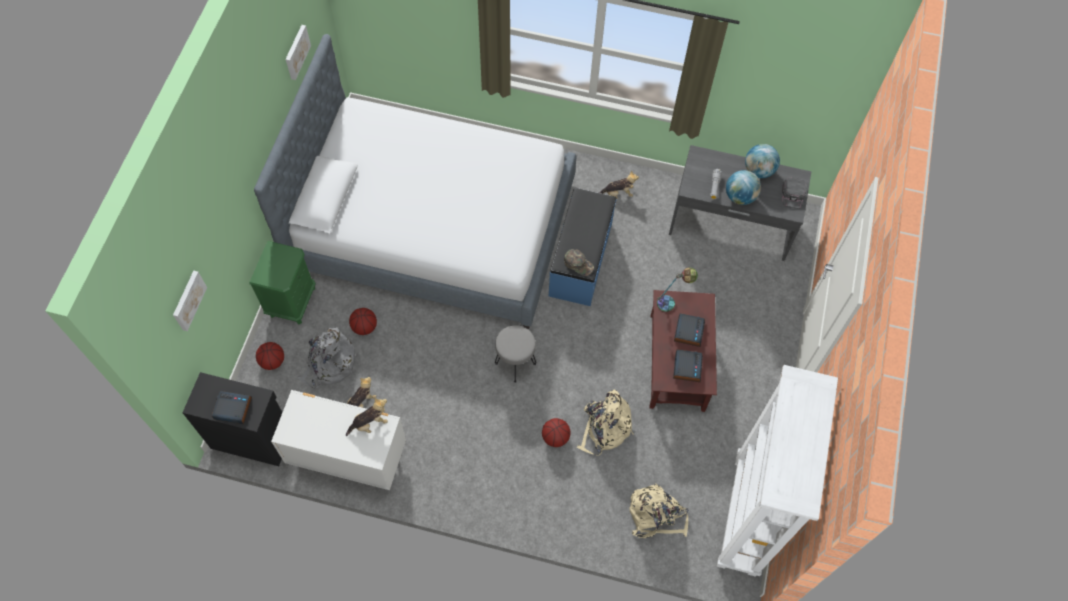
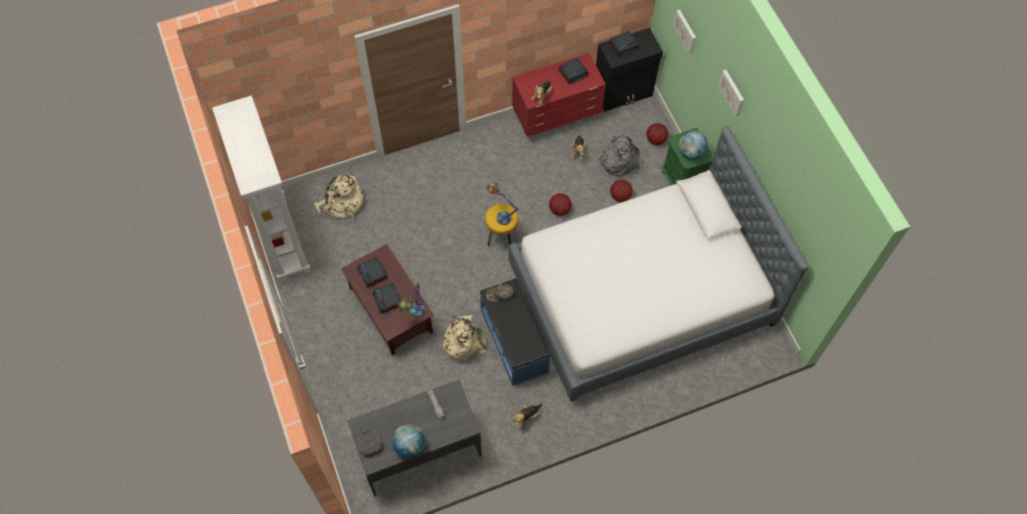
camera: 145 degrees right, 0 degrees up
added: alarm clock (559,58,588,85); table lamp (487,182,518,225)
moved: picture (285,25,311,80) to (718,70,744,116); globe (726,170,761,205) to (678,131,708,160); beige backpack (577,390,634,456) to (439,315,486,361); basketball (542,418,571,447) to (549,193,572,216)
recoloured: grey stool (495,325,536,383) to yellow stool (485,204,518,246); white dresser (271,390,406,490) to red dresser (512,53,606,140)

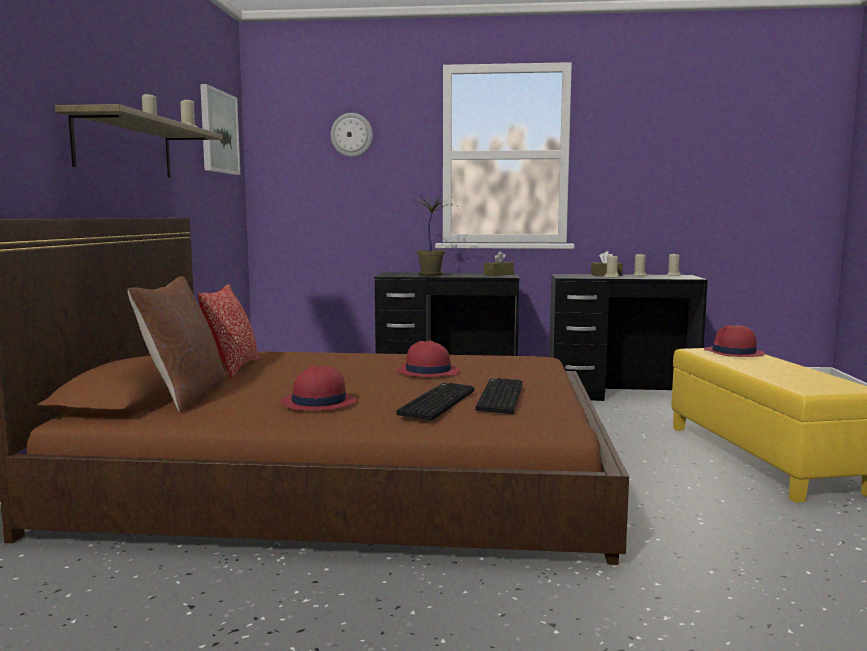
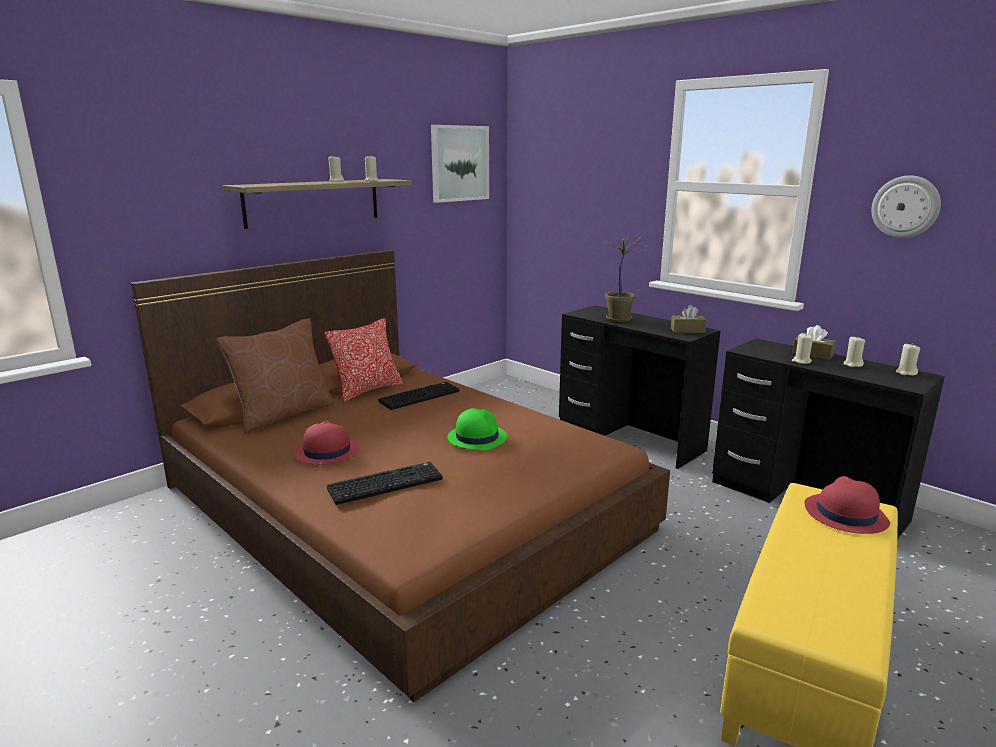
camera: 40 degrees right, 10 degrees up
moved: wall clock (331,113,373,157) to (872,175,941,238); keyboard (475,378,523,414) to (378,382,459,410)
recoloured: red hat (397,340,460,377) to green hat (447,408,507,451)

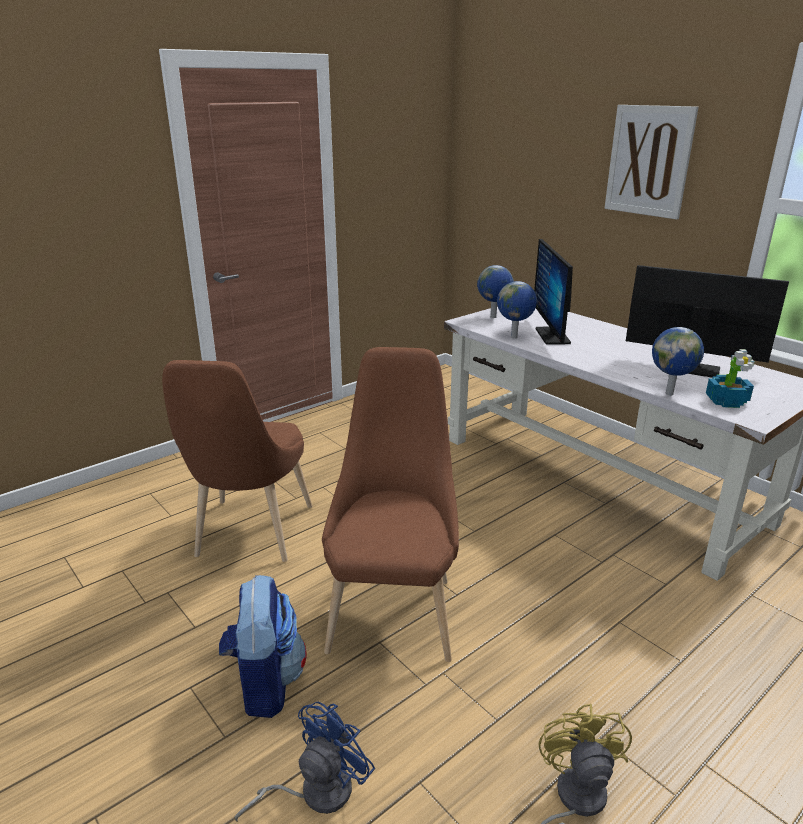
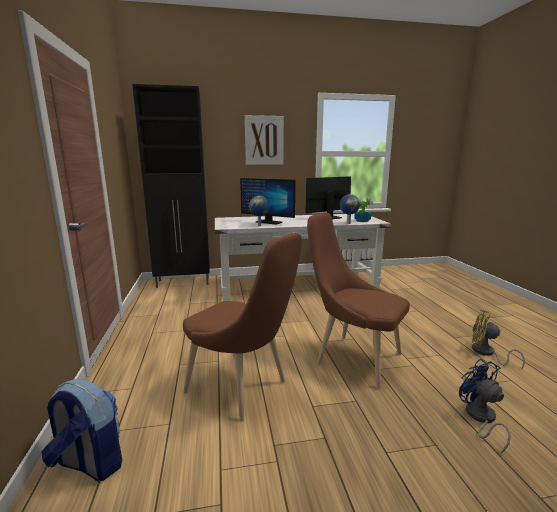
camera: 60 degrees left, 10 degrees down
removed: globe (477,265,514,318)
added: black cabinet (132,84,210,288)
moved: backpack (219,575,307,718) to (41,379,122,482)

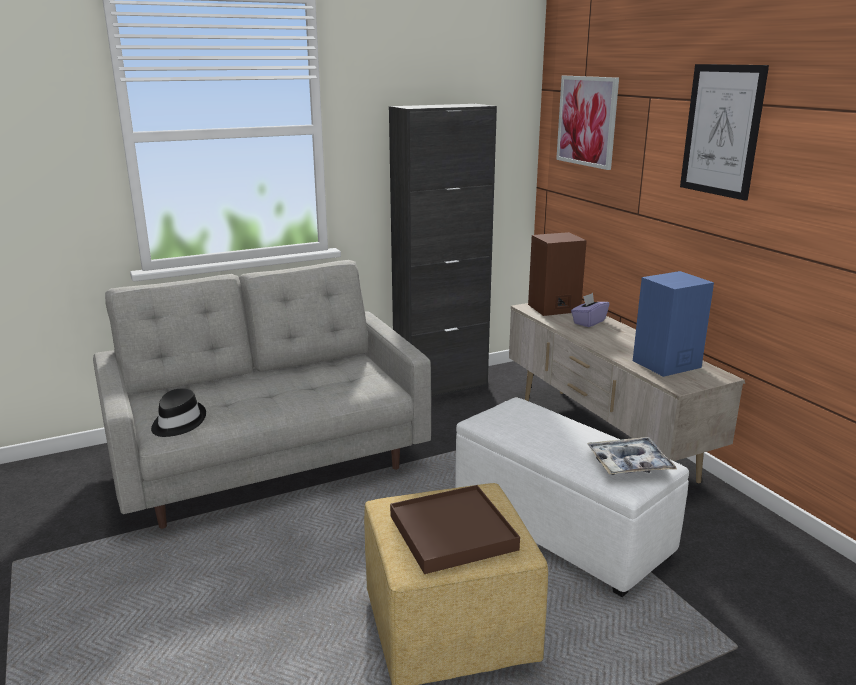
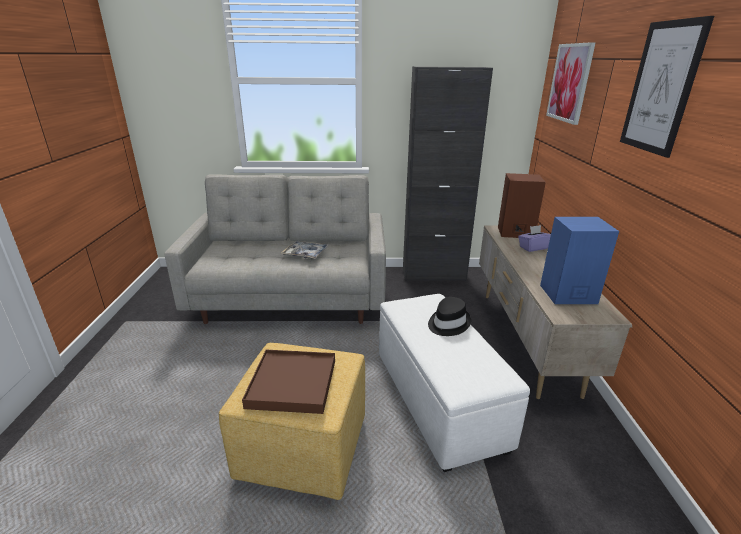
camera: 25 degrees right, 5 degrees up
moved: black hat (151,388,206,437) to (428,297,471,336); tray (587,437,677,475) to (281,241,329,259)

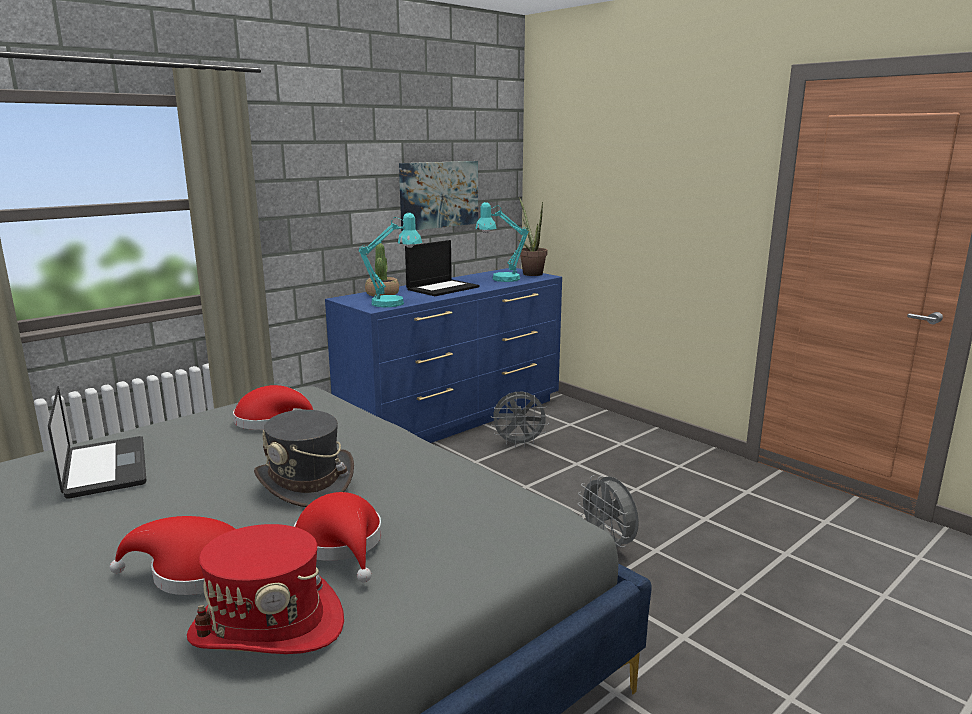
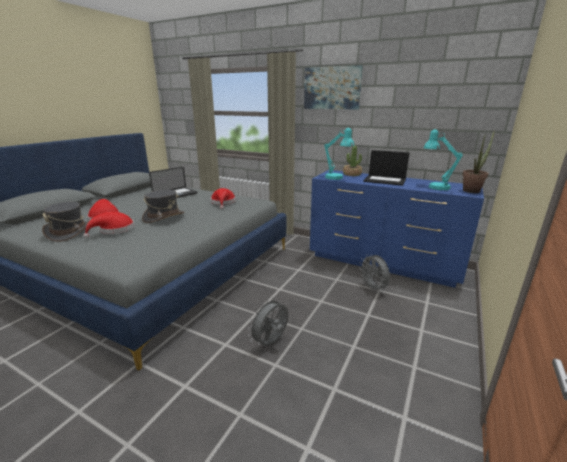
camera: 70 degrees right, 5 degrees up
moved: picture (399,161,478,231) to (304,65,363,110)
recoloured: red hat (187,524,344,654) to grey hat (42,202,89,242)

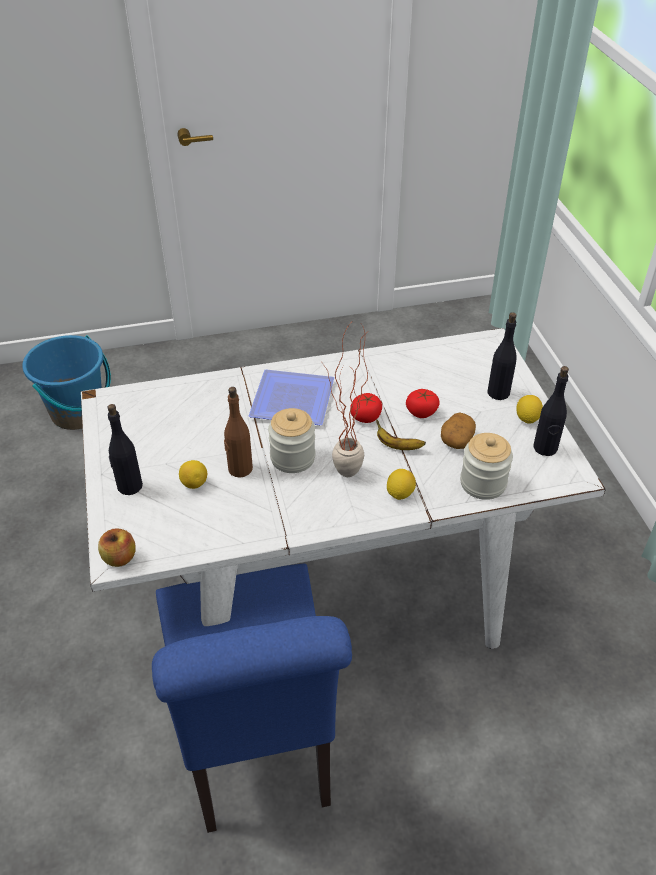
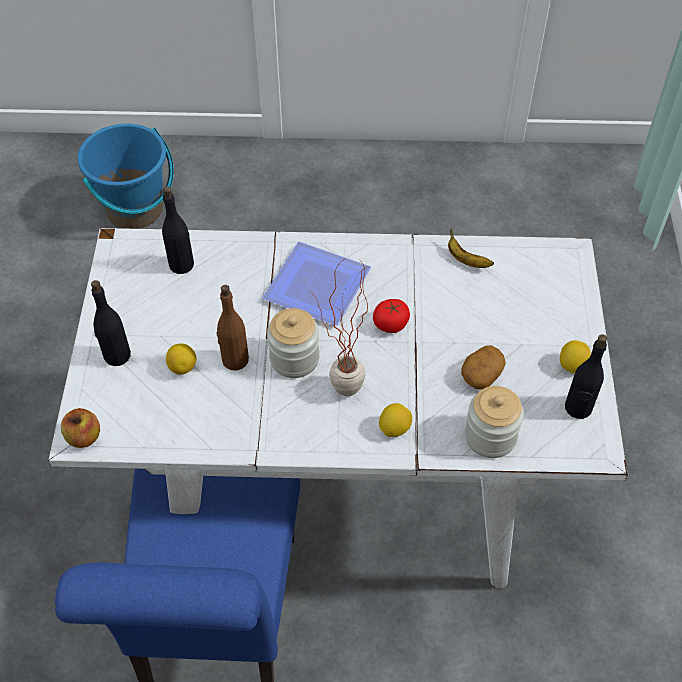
camera: 15 degrees right, 10 degrees up
removed: tomato (406,389,440,418)
moved: black bottle (487,312,517,400) to (162,186,194,274); banana (376,419,426,450) to (448,228,494,268)

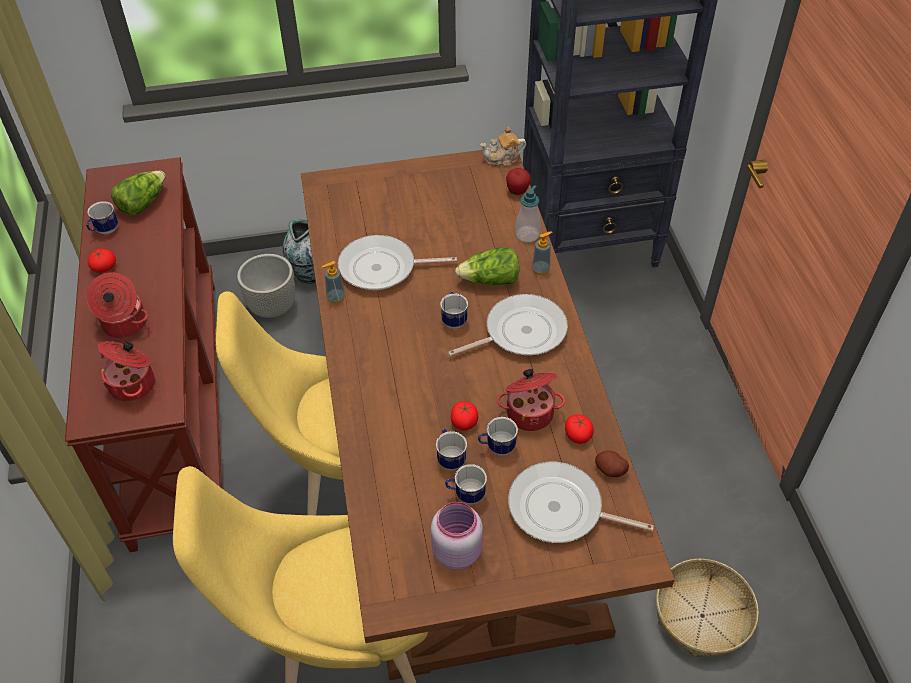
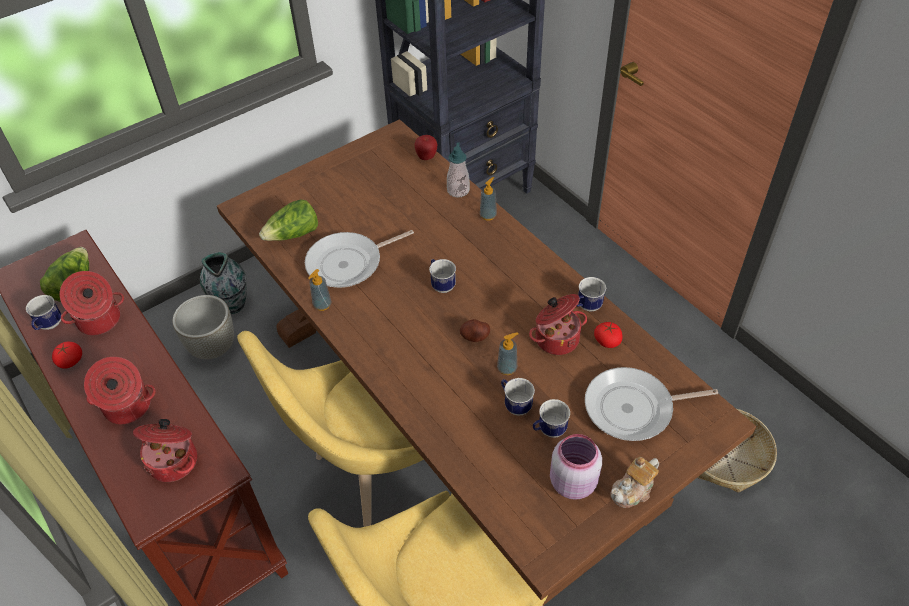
camera: 25 degrees left, 0 degrees up
removed: frying pan (448,294,568,356)
added: cooking pot (60,271,124,335)
moved: teapot (480,126,526,166) to (610,456,659,508); lettuce (455,247,519,285) to (259,199,318,241); mug (478,417,518,455) to (577,277,606,311); potato (595,451,629,477) to (459,319,490,342)
replaced: tomato (451,401,478,430) to soap dispenser (497,333,518,375)

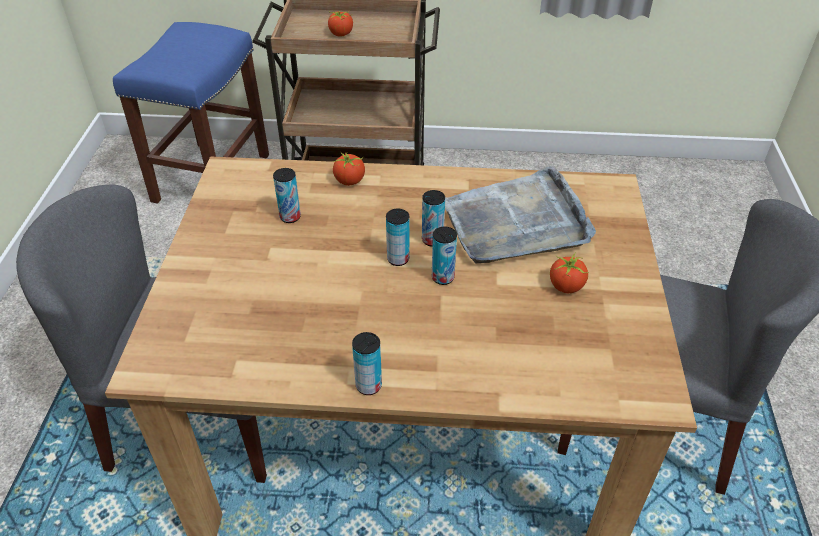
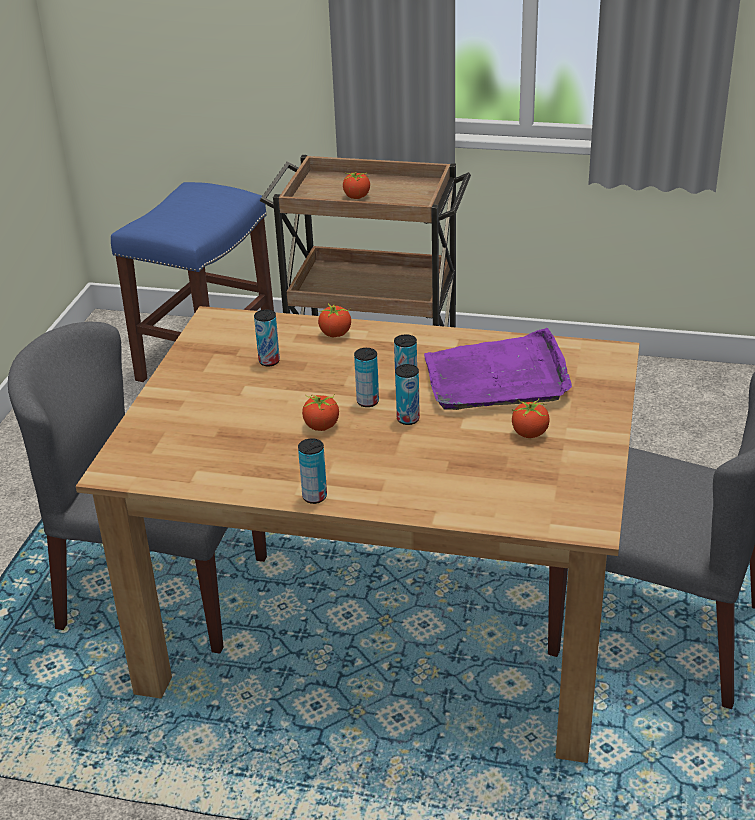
camera: 10 degrees right, 10 degrees down
added: tomato (302,394,339,431)
recoloured: grey tray (445,166,596,264) to purple tray (424,328,572,410)

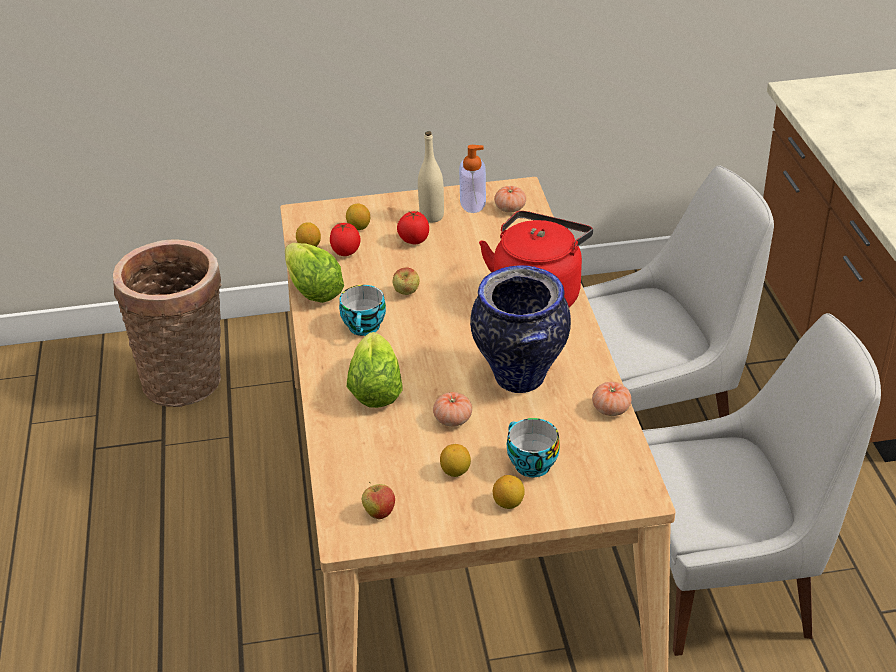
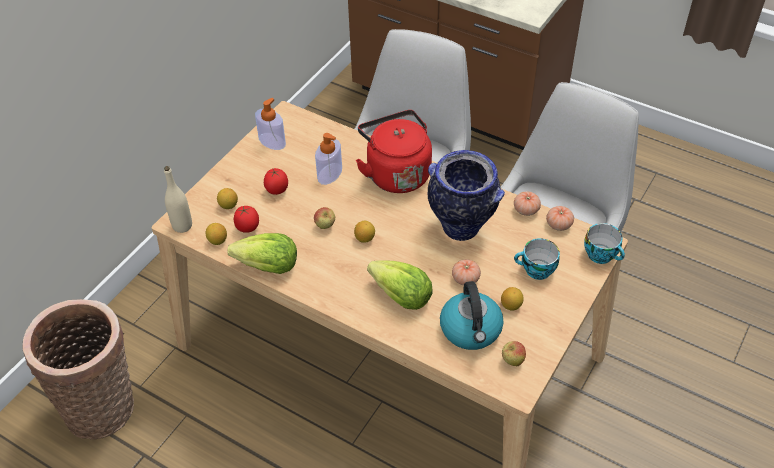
camera: 50 degrees left, 10 degrees up
added: soap dispenser (315,133,342,185); kettle (440,281,504,350)
moved: beige bottle (418,131,444,223) to (164,166,192,233); tomato (494,186,526,213) to (546,206,574,231); cup (339,285,386,336) to (584,223,625,264); lemon (493,475,525,509) to (354,221,375,243)

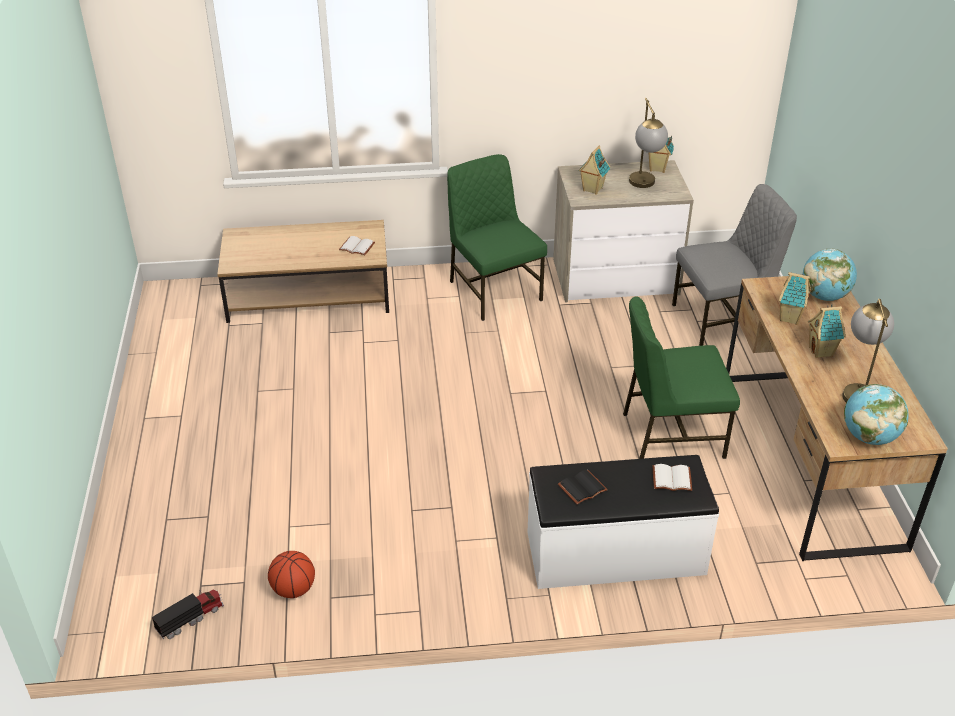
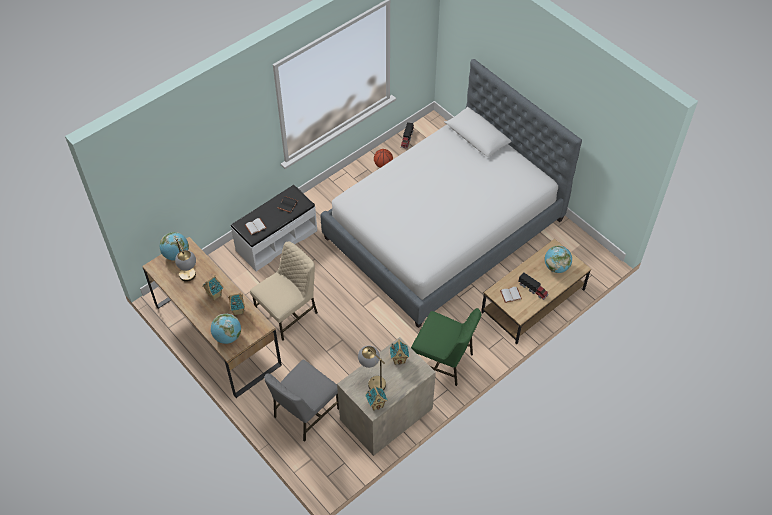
camera: 145 degrees right, 15 degrees up
added: bed (320,59,582,328); globe (545,246,572,273); toy truck (518,272,549,300)
recoloured: green chair (623,296,740,459) to beige chair (250,242,318,341)

